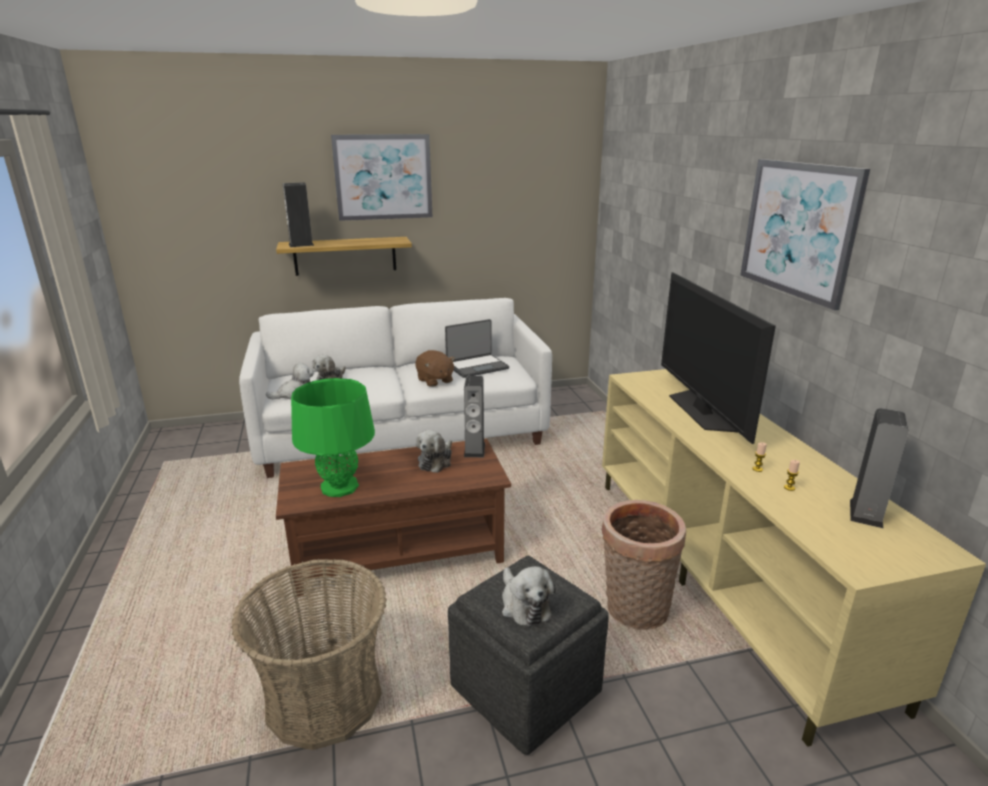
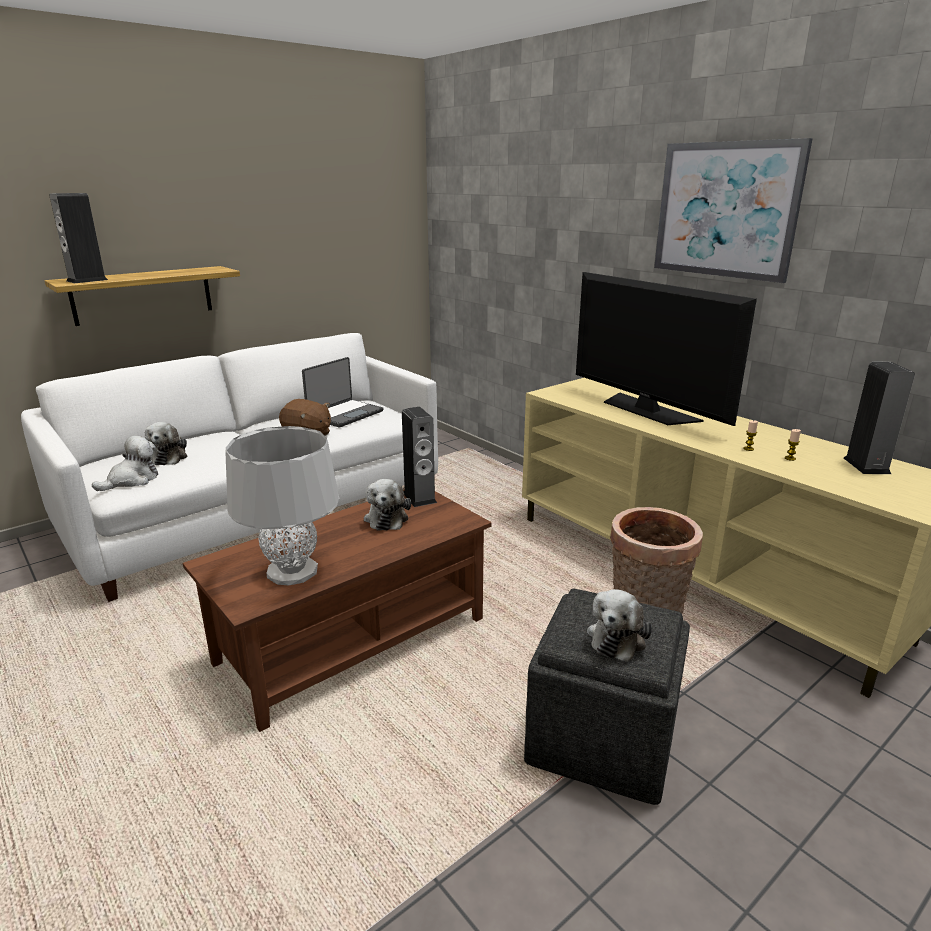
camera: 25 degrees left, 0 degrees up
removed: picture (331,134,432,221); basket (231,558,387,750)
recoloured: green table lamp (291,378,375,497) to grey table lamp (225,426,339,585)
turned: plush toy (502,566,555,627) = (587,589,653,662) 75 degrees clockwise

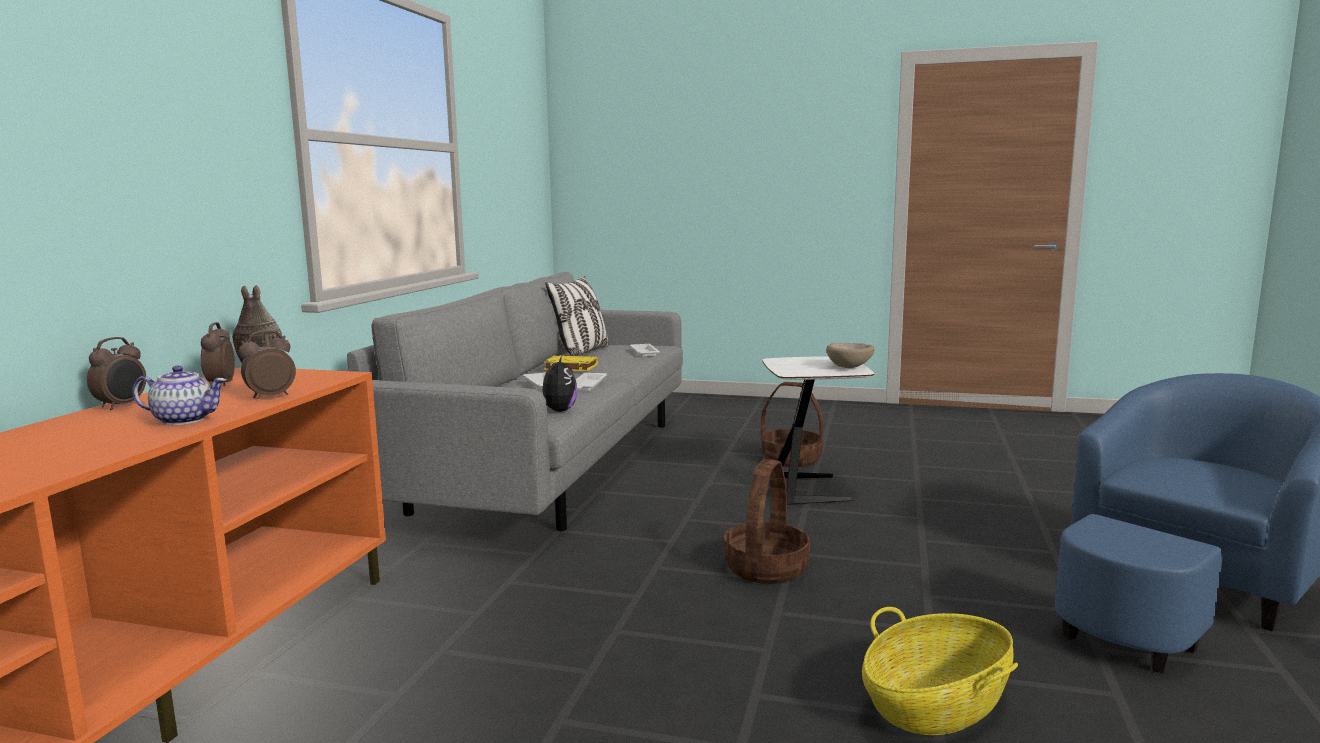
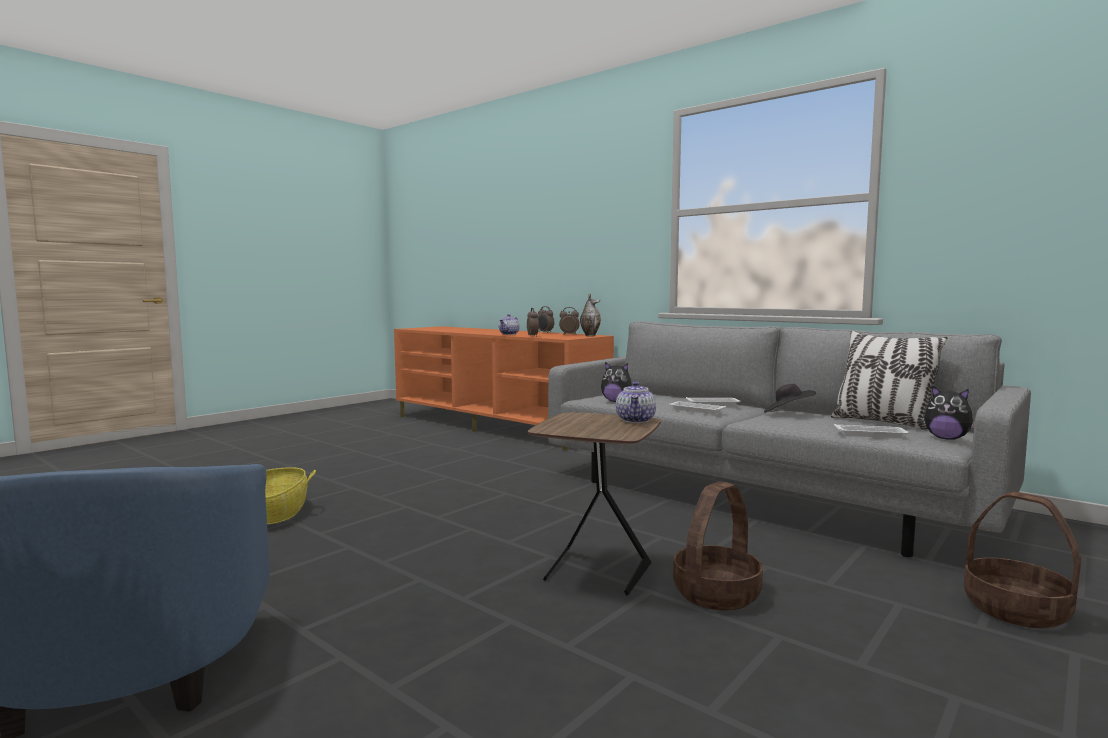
camera: 115 degrees right, 5 degrees down
removed: beige bowl (826,343,874,368)
added: teapot (616,381,656,423); plush toy (924,386,975,440)
moved: basket (724,459,810,584) to (964,492,1081,628)
replaced: yellow book (544,355,598,371) to black hat (764,384,816,413)
recoloured: white side table (762,356,874,505) to brown side table (528,412,661,595)

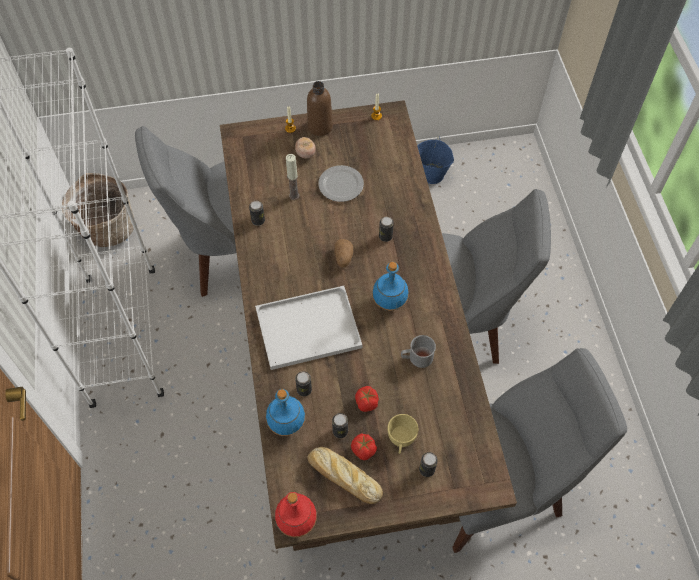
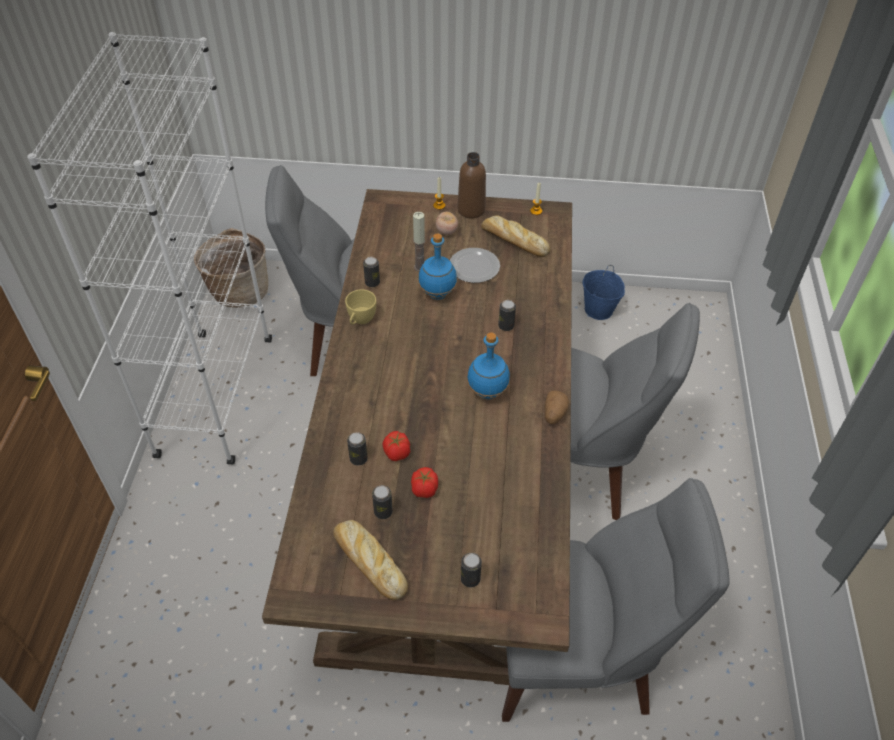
camera: 15 degrees right, 10 degrees down
removed: white tray (255,286,362,370); grey mug (401,335,436,368); red bottle (275,492,317,538)
added: bread (481,215,550,257)
moved: potato (335,239,353,268) to (545,390,569,424); blue bottle (266,389,306,436) to (418,234,457,300); yellow cup (387,414,418,454) to (345,289,376,324); tomato (351,433,377,460) to (382,431,410,461)

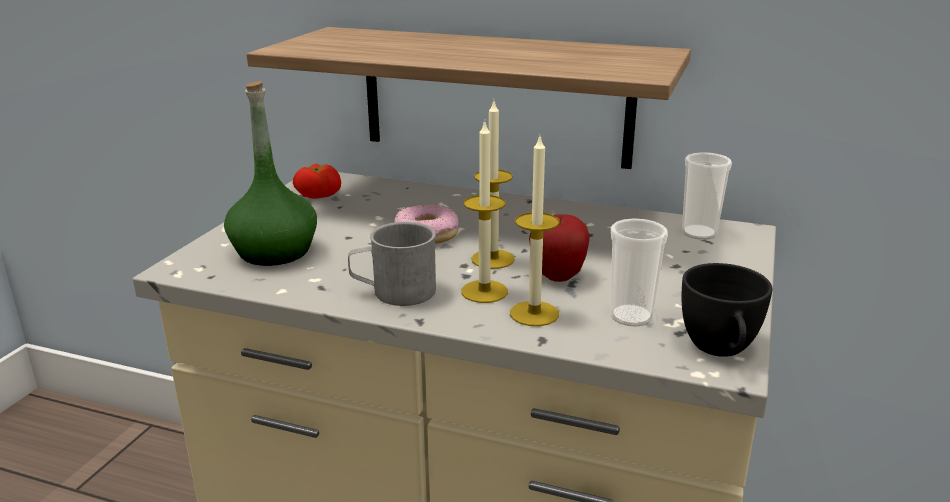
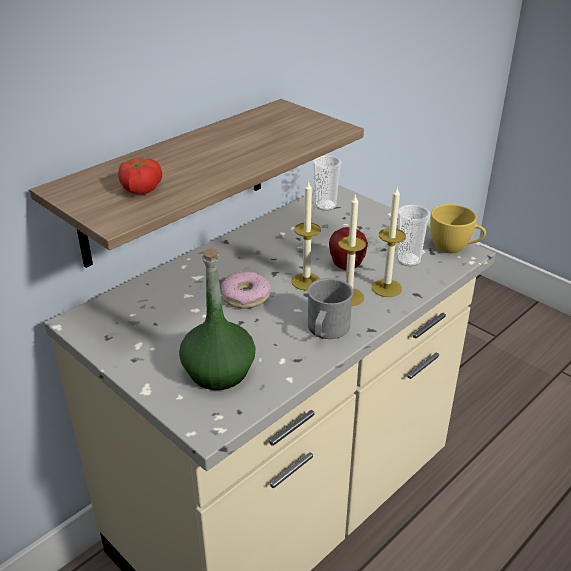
camera: 65 degrees left, 10 degrees up
moved: tomato (293,163,341,199) to (118,158,162,194)
recoloured: black cup (682,263,772,357) to yellow cup (430,204,486,253)

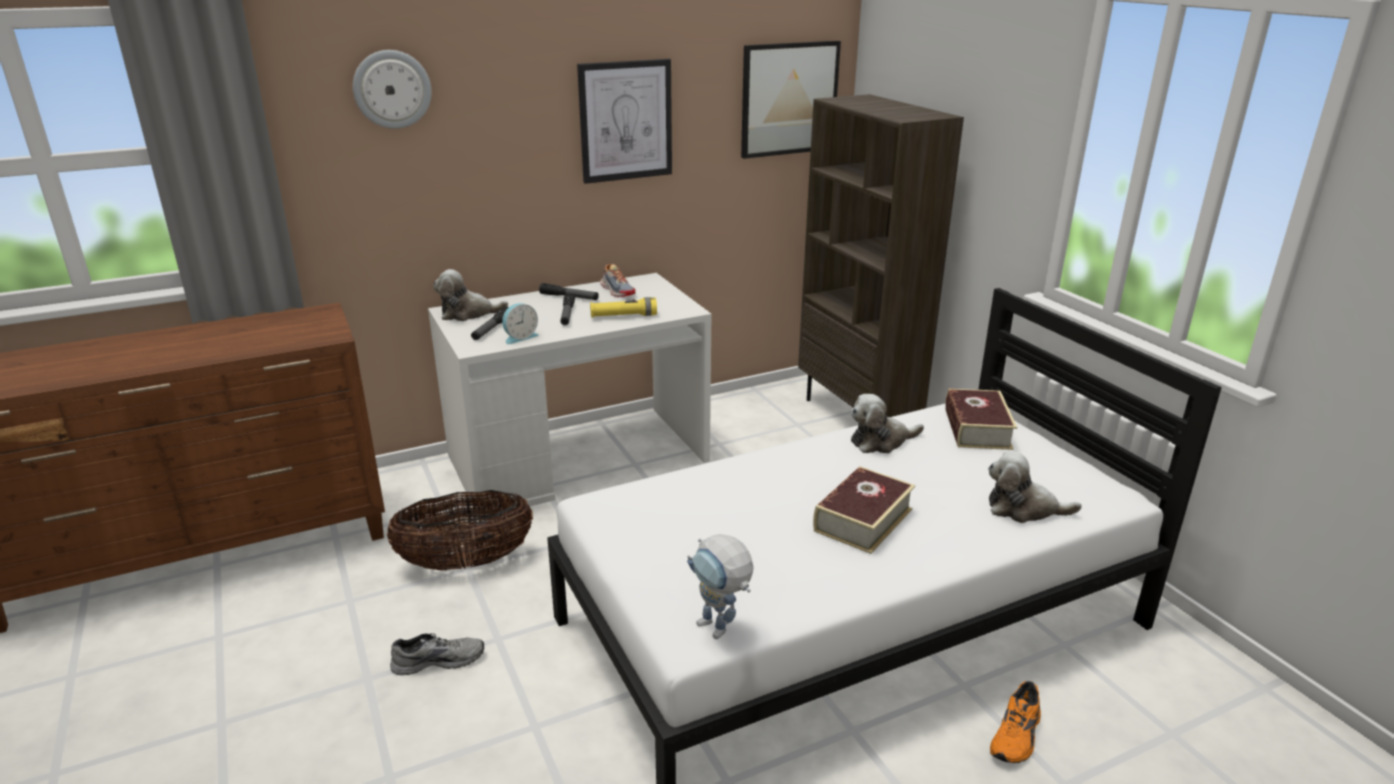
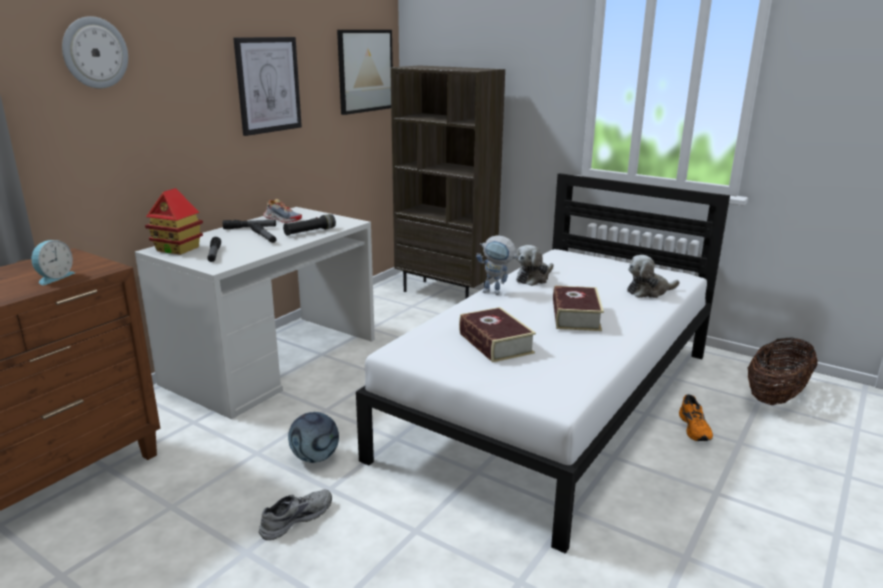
camera: 30 degrees left, 5 degrees down
added: football (288,412,339,463)
moved: alarm clock (502,303,539,344) to (31,240,75,285); book (945,389,1017,450) to (459,307,536,362); basket (387,490,533,570) to (748,337,818,405); toy robot (687,534,753,639) to (476,235,519,295)
replaced: plush toy (433,269,508,321) to toy house (145,188,203,255)
recoloured: yellow flashlight (590,297,657,318) to black flashlight (283,214,336,236)

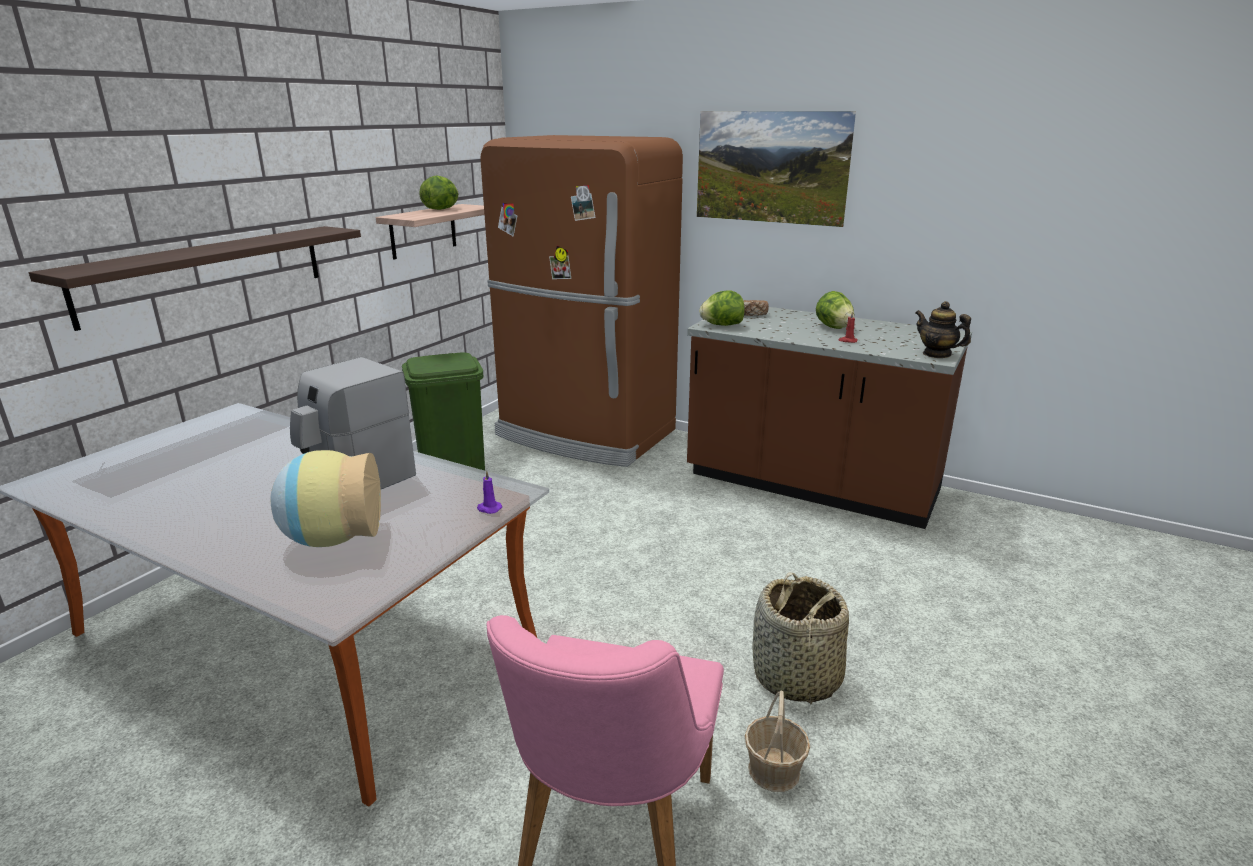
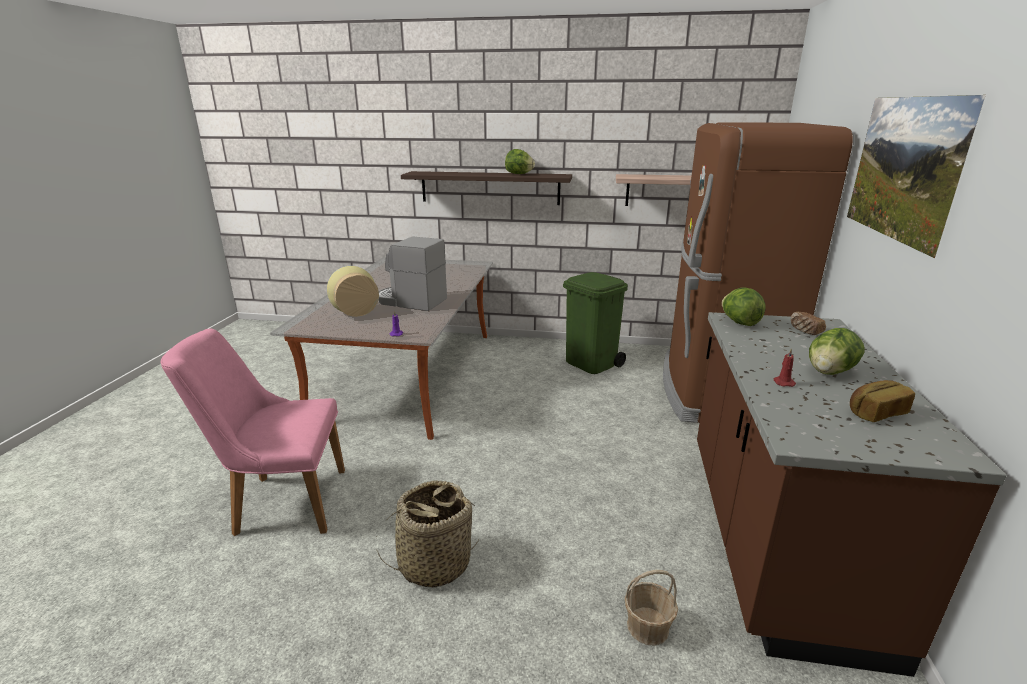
camera: 70 degrees right, 0 degrees up
removed: teapot (915,301,971,358)
added: bread (850,380,915,422)
moved: lettuce (419,176,459,210) to (505,149,535,174); basket (745,690,810,792) to (624,570,678,646)

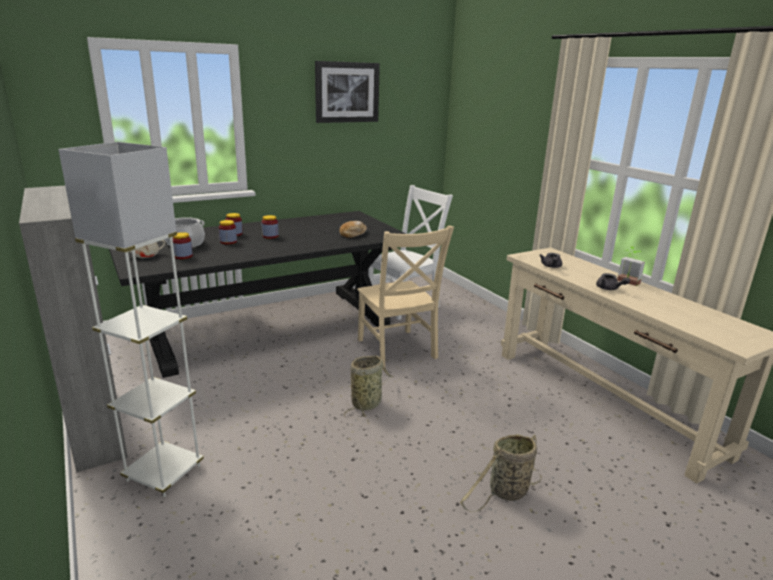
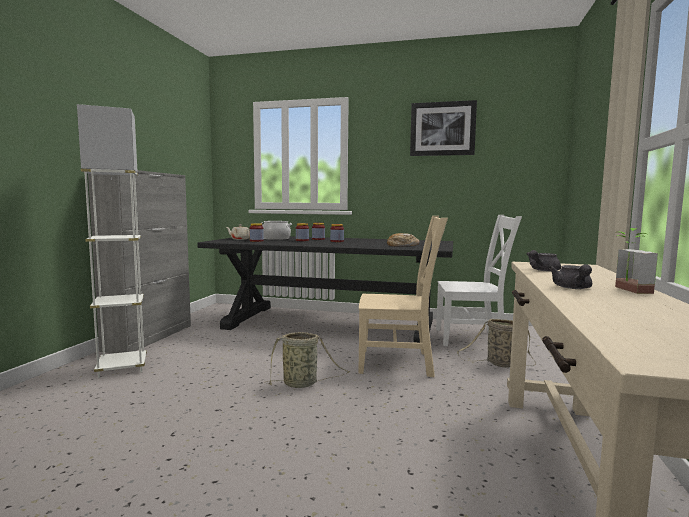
camera: 45 degrees right, 15 degrees down
moved: basket (460,434,542,512) to (457,319,536,367)
turned: beige chair (357,226,454,369) = (358,216,448,377) 105 degrees counterclockwise

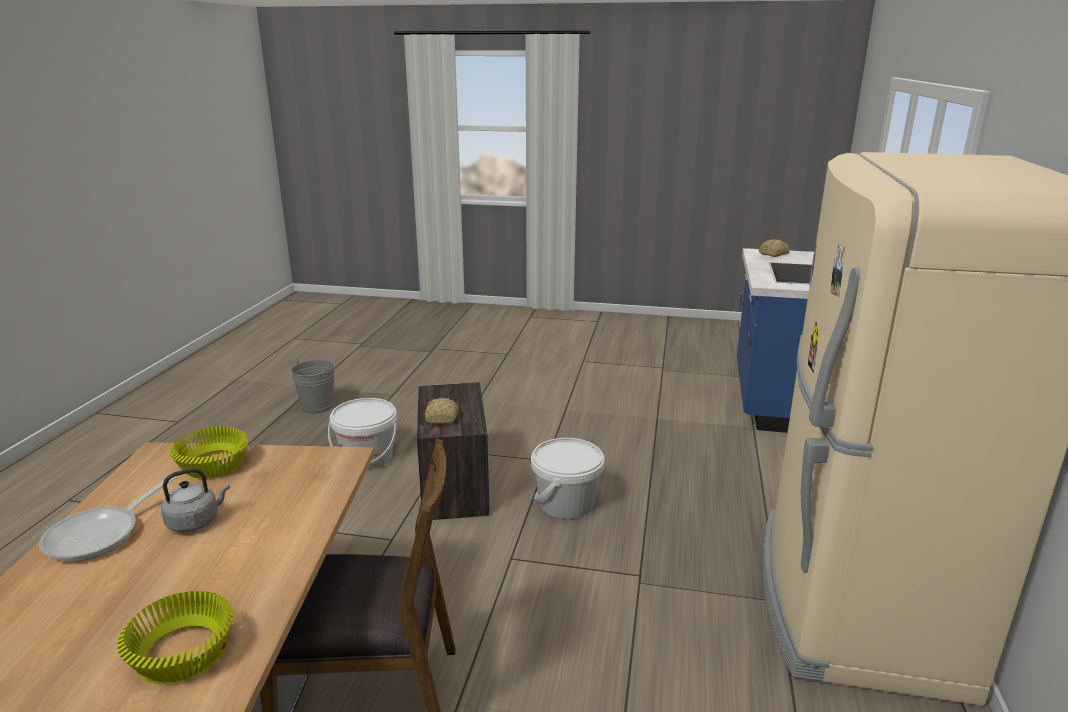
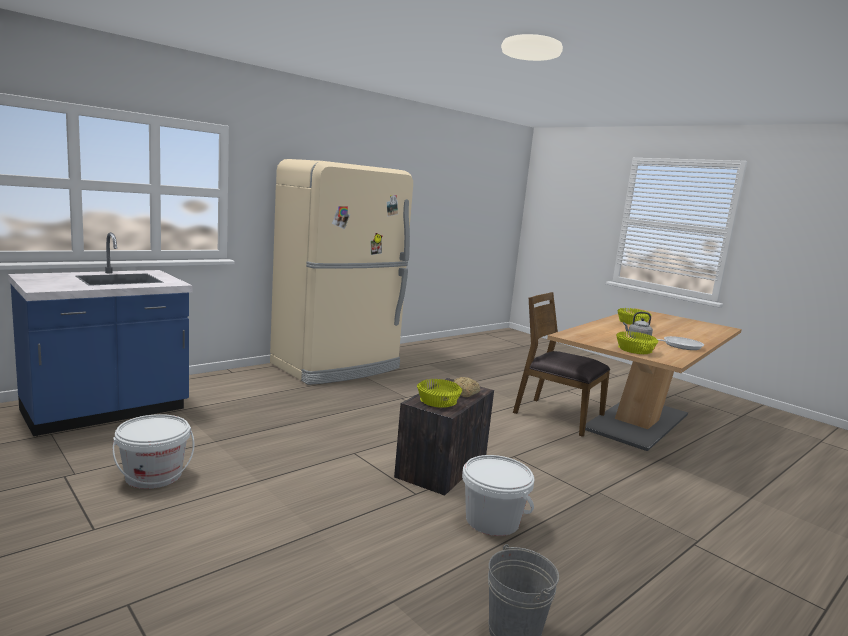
camera: 145 degrees left, 10 degrees down
removed: bread (759,239,790,257)
added: yellow bowl (417,379,462,408)
moved: white bucket (531,438,605,519) to (113,414,195,489)

